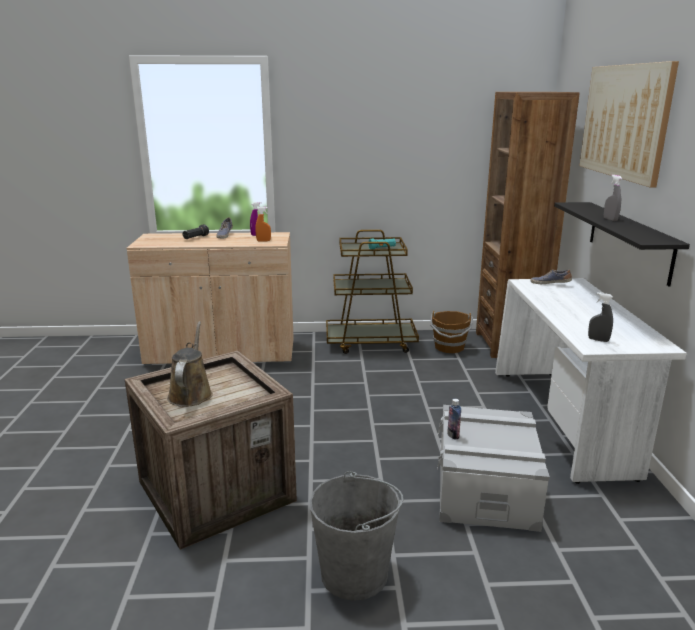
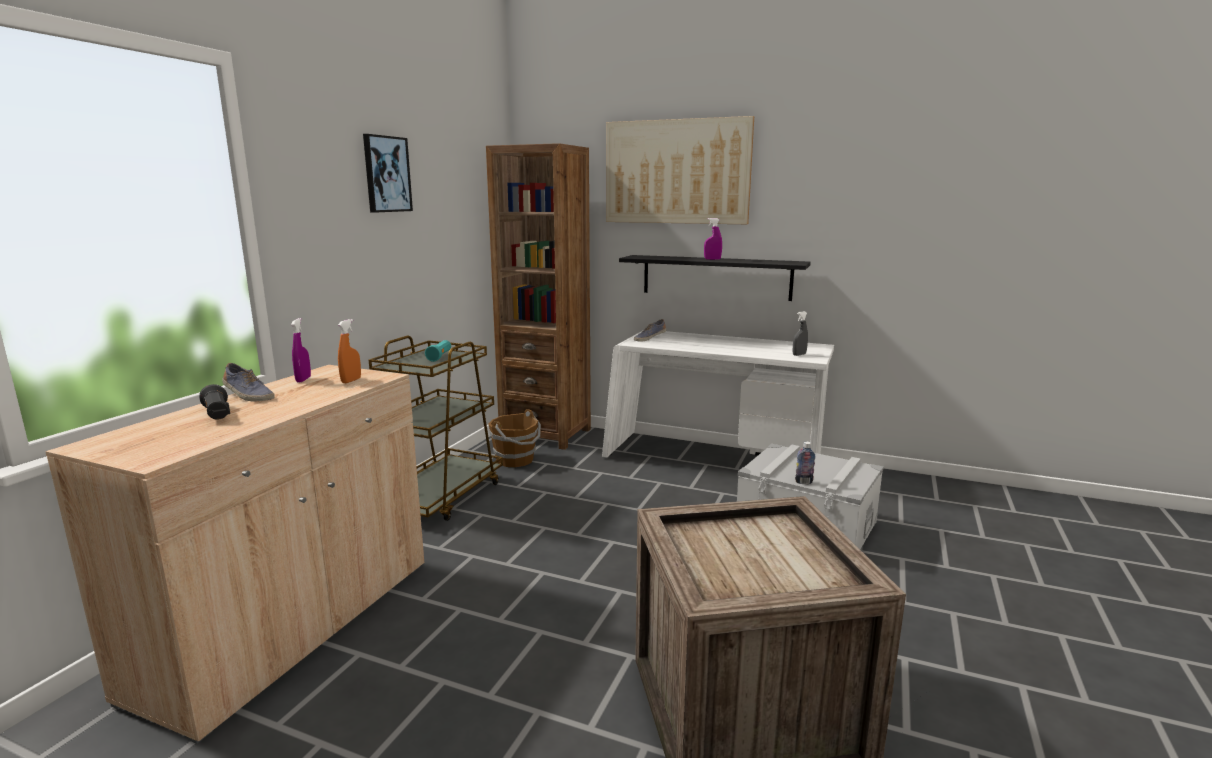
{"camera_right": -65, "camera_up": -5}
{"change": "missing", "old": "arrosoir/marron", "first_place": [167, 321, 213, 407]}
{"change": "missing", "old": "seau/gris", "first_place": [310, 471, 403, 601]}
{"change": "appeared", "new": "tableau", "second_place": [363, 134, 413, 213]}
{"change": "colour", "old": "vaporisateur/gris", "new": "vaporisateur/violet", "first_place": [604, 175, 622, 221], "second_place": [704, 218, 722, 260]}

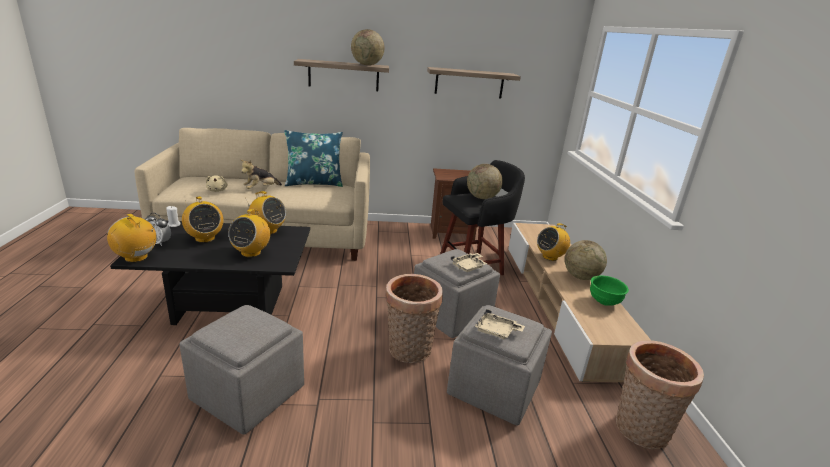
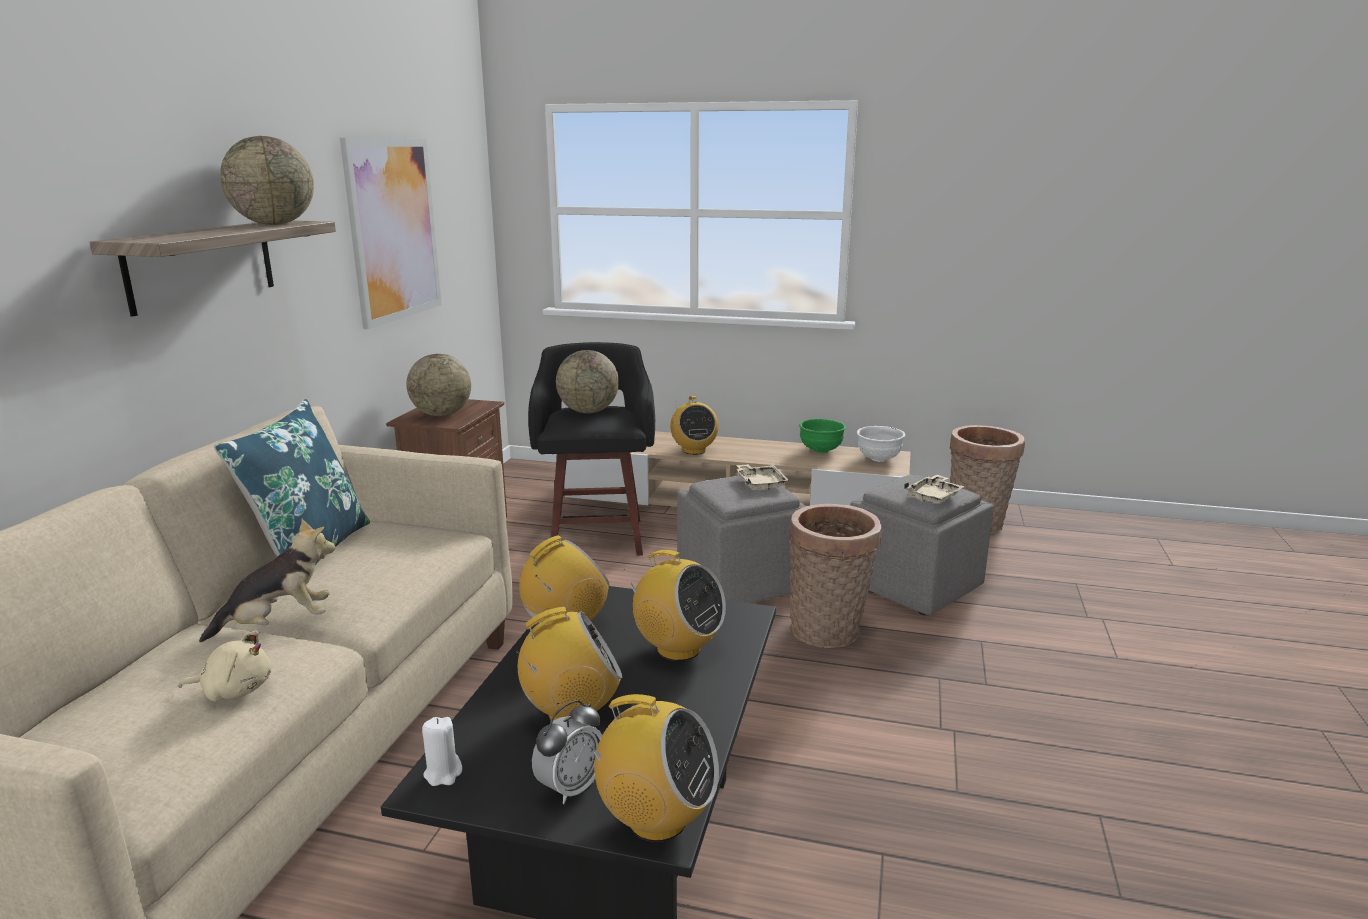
{"camera_right": -70, "camera_up": -5}
{"change": "missing", "old": "pouf/gris", "first_place": [179, 305, 304, 435]}
{"change": "appeared", "new": "bol/blanc", "second_place": [857, 426, 905, 462]}
{"change": "relocated", "old": "globe", "first_place": [565, 240, 607, 280], "second_place": [406, 354, 471, 416]}
{"change": "exchanged", "old": "étagère", "new": "tableau", "first_place": [427, 67, 521, 98], "second_place": [340, 138, 442, 329]}
{"change": "spun", "old": "radio", "first_place": [107, 214, 157, 262], "second_place": [580, 694, 719, 842], "degrees": -120}
{"change": "spun", "old": "peluche", "first_place": [241, 160, 282, 189], "second_place": [199, 519, 335, 642], "degrees": -90}

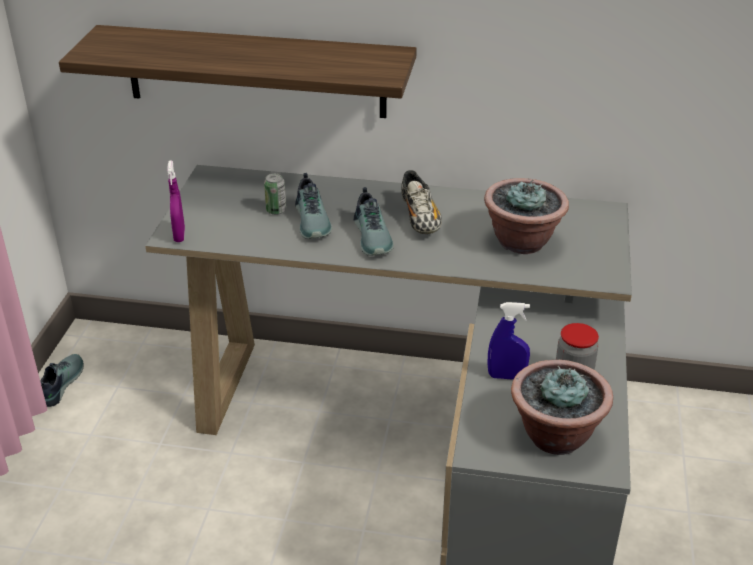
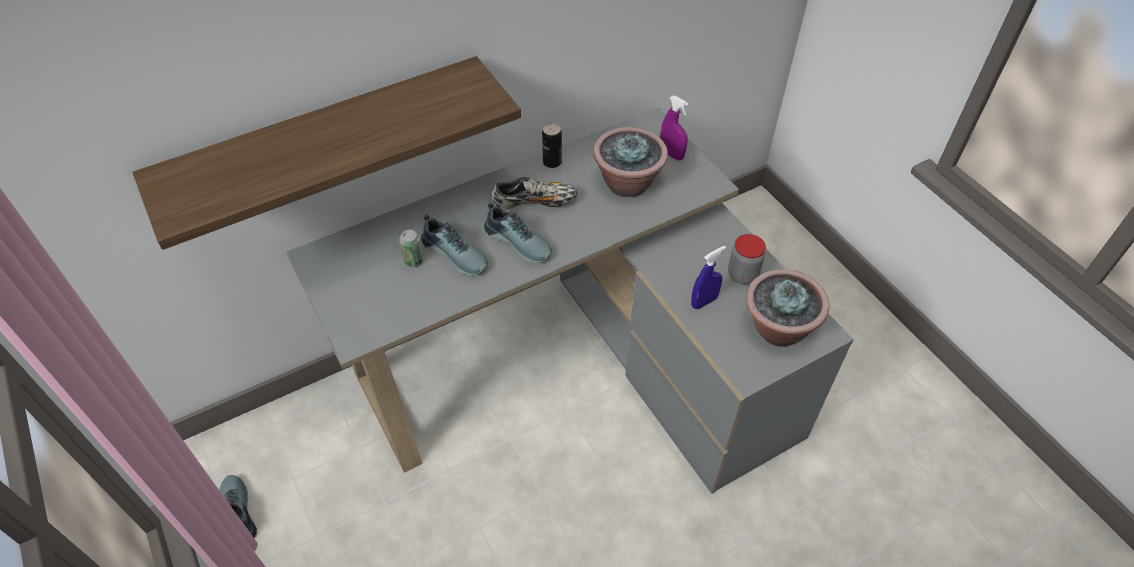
{"camera_right": -40, "camera_up": 15}
{"change": "appeared", "new": "boîte métallique", "second_place": [542, 123, 562, 168]}
{"change": "relocated", "old": "vaporisateur/violet", "first_place": [167, 161, 185, 242], "second_place": [660, 96, 690, 160]}
{"change": "spun", "old": "chaussure", "first_place": [401, 170, 442, 234], "second_place": [492, 177, 577, 210], "degrees": -45}

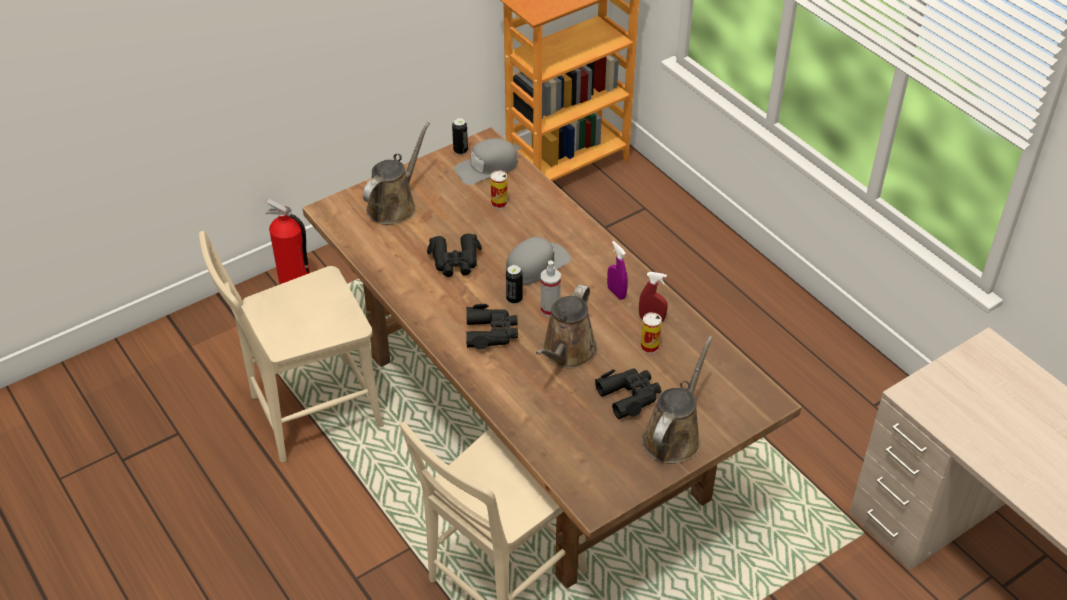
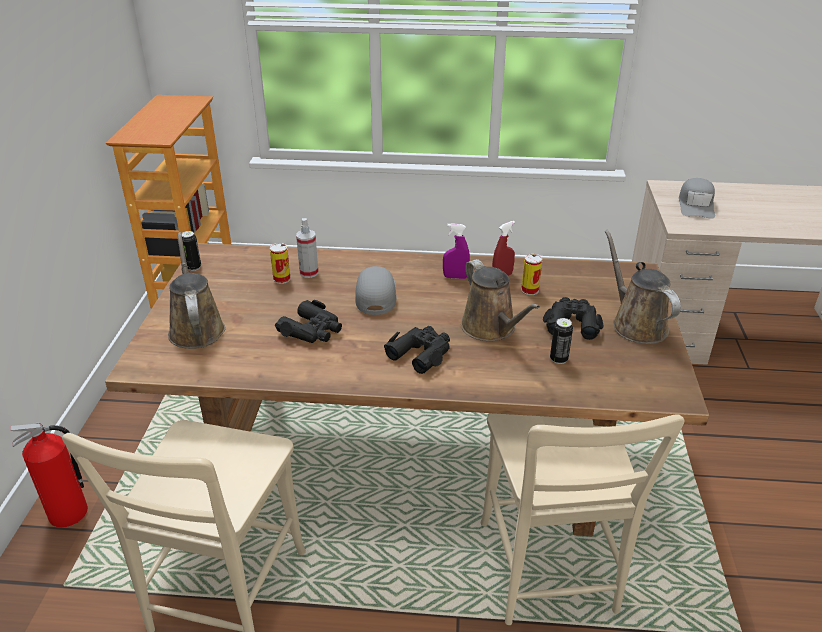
{"camera_right": -50, "camera_up": -10}
{"change": "relocated", "old": "casquette/gris", "first_place": [454, 138, 518, 185], "second_place": [679, 178, 715, 219]}
{"change": "relocated", "old": "boîte métallique", "first_place": [506, 265, 523, 304], "second_place": [550, 318, 573, 364]}
{"change": "relocated", "old": "vaporisateur", "first_place": [541, 260, 561, 317], "second_place": [296, 218, 319, 278]}

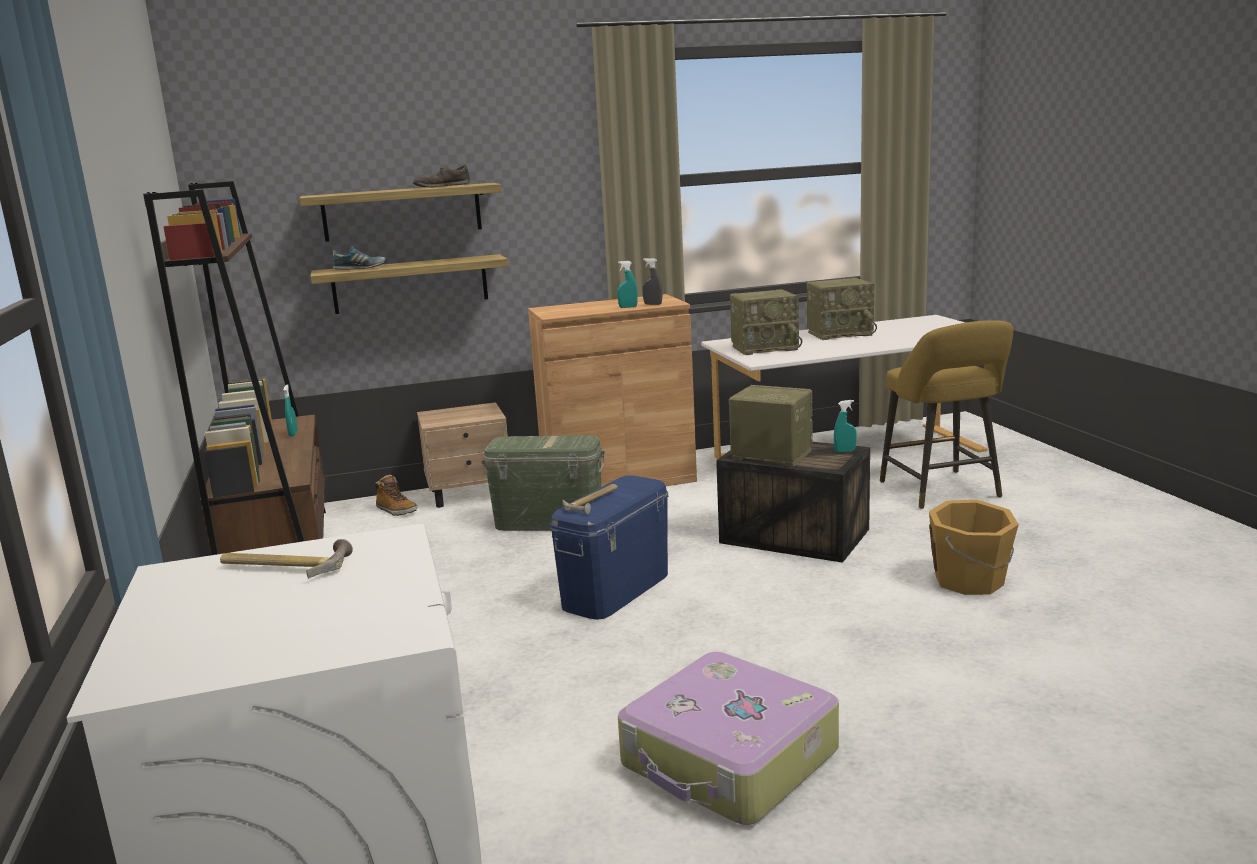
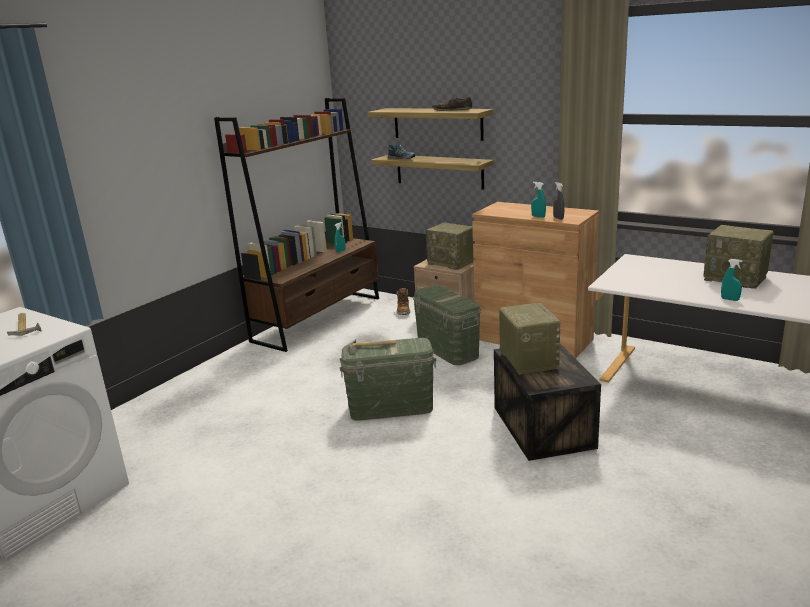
{"camera_right": 50, "camera_up": 5}
{"change": "missing", "old": "valise", "first_place": [618, 652, 839, 825]}
{"change": "missing", "old": "tabouret/jaune", "first_place": [880, 320, 1013, 509]}
{"change": "missing", "old": "seau/orange", "first_place": [929, 500, 1019, 595]}
{"change": "relocated", "old": "radio", "first_place": [730, 289, 802, 355], "second_place": [426, 222, 475, 270]}
{"change": "relocated", "old": "vaporisateur/turquoise", "first_place": [834, 400, 857, 453], "second_place": [721, 259, 743, 301]}
{"change": "colour", "old": "boîte de rangement/bleu", "new": "boîte de rangement/vert", "first_place": [550, 475, 668, 620], "second_place": [340, 338, 436, 420]}

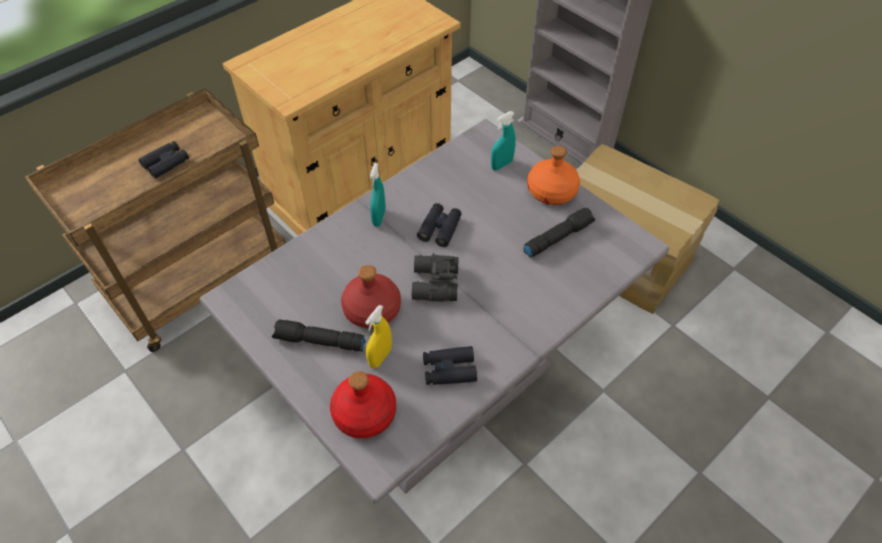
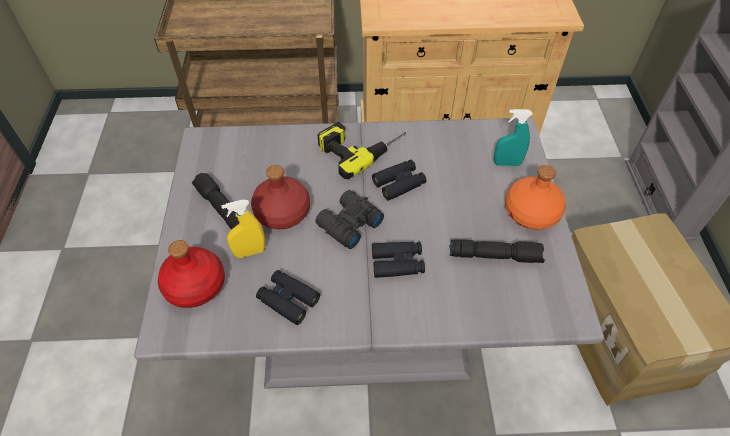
{"camera_right": 40, "camera_up": 0}
{"change": "relocated", "old": "jumelles/noir", "first_place": [139, 141, 189, 179], "second_place": [372, 242, 425, 278]}
{"change": "exchanged", "old": "vaporisateur/turquoise", "new": "perceuse", "first_place": [370, 163, 385, 227], "second_place": [317, 122, 406, 179]}

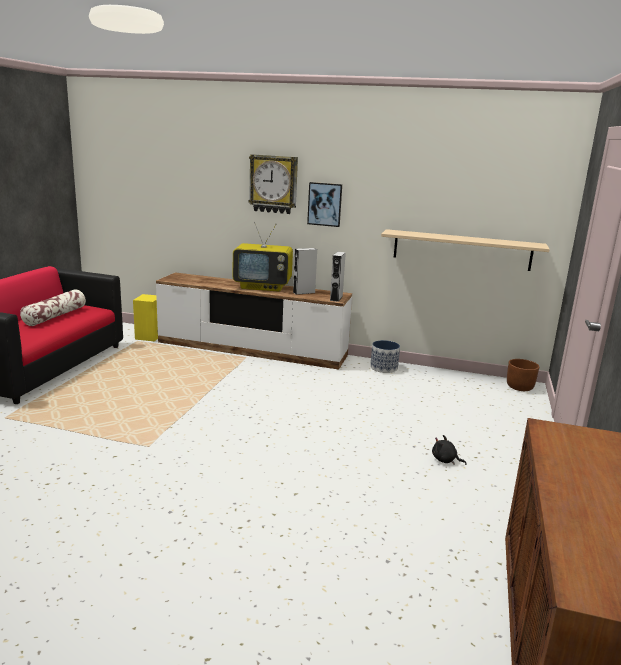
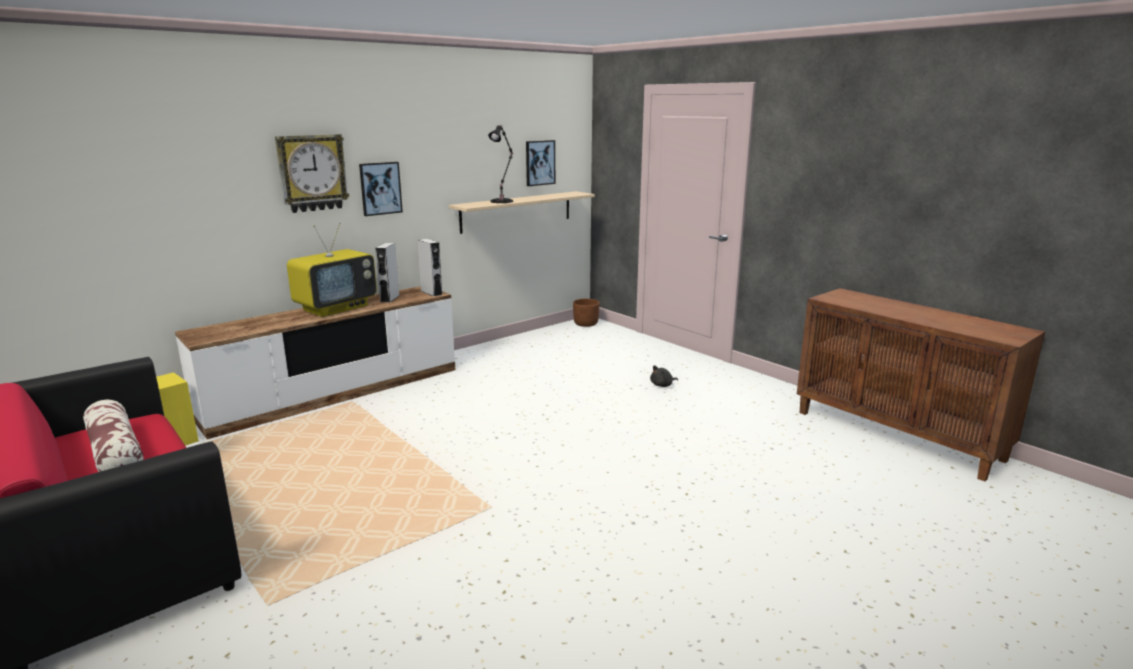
{"camera_right": -55, "camera_up": 0}
{"change": "missing", "old": "cache-pot", "first_place": [370, 340, 400, 373]}
{"change": "appeared", "new": "lampe de table/noir", "second_place": [488, 125, 513, 203]}
{"change": "appeared", "new": "tableau", "second_place": [526, 140, 555, 186]}

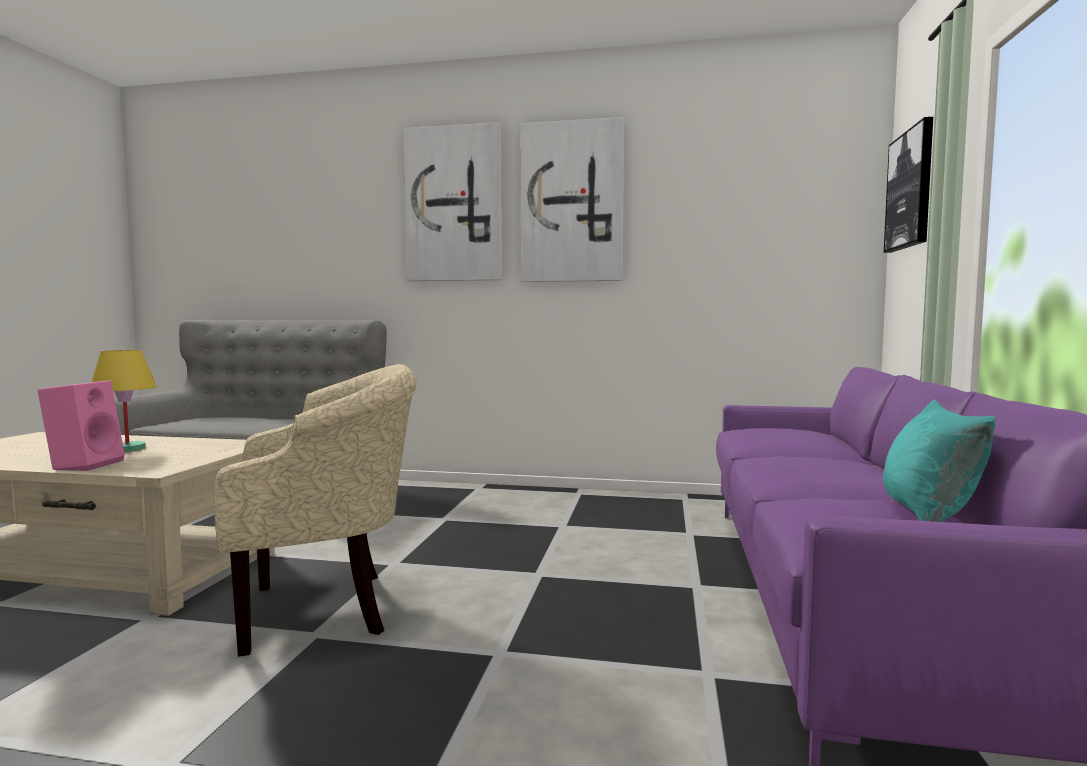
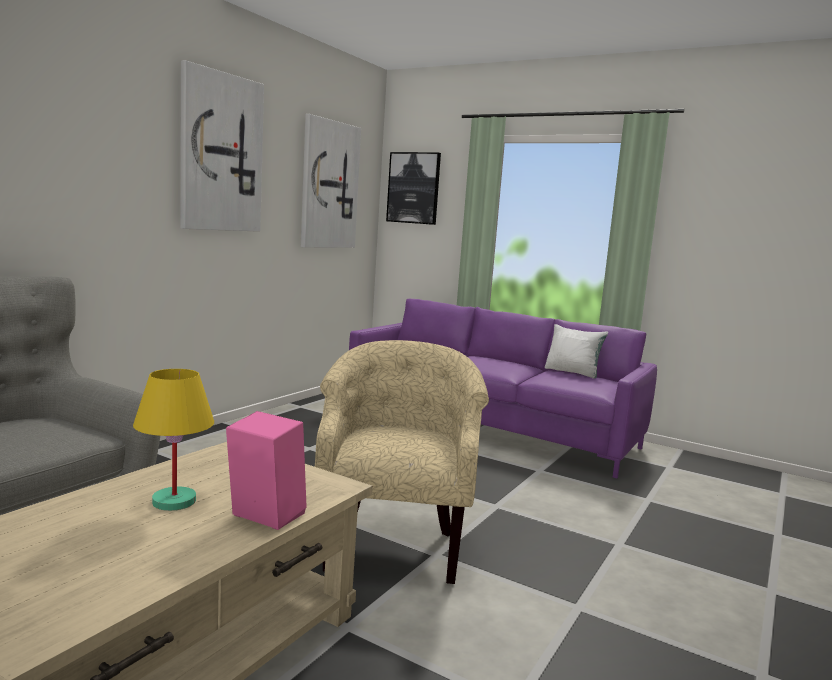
{"camera_right": -70, "camera_up": 5}
{"change": "relocated", "old": "tableau", "first_place": [404, 122, 502, 281], "second_place": [301, 114, 361, 248]}
{"change": "colour", "old": "coussin/turquoise", "new": "coussin/blanc", "first_place": [883, 400, 996, 522], "second_place": [545, 324, 608, 379]}

